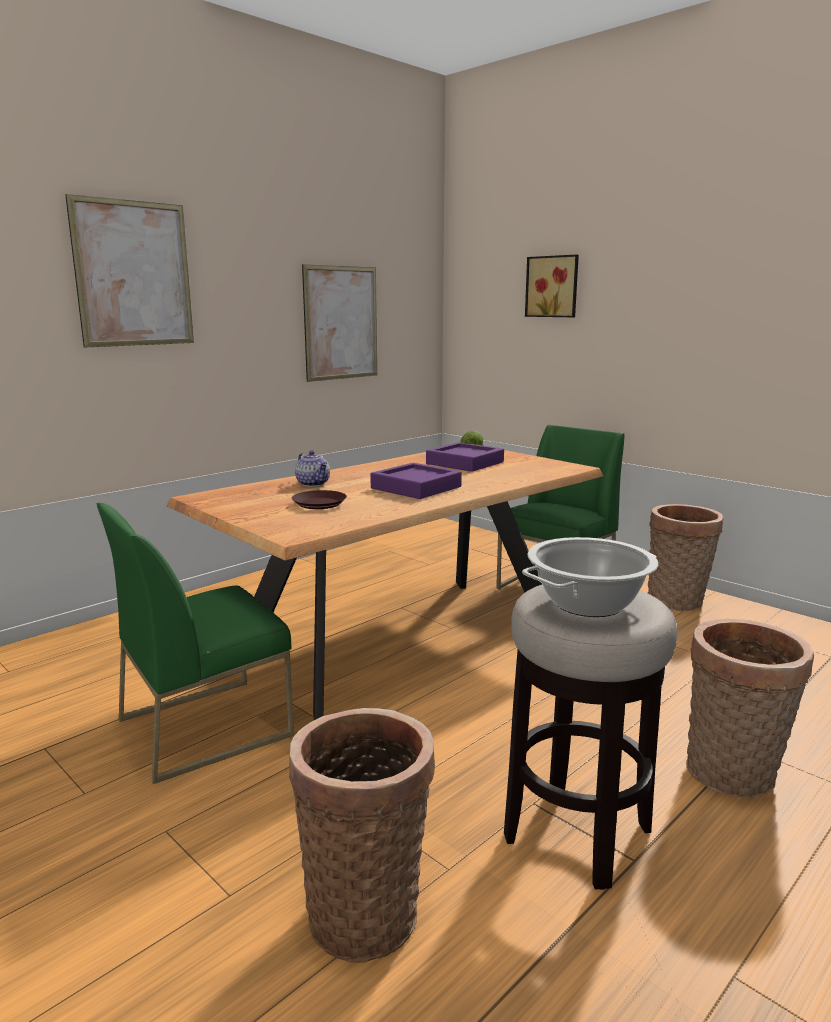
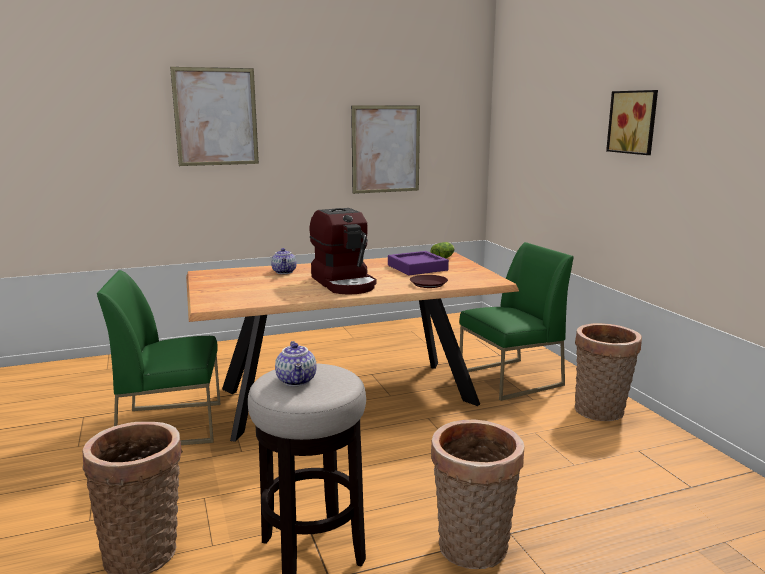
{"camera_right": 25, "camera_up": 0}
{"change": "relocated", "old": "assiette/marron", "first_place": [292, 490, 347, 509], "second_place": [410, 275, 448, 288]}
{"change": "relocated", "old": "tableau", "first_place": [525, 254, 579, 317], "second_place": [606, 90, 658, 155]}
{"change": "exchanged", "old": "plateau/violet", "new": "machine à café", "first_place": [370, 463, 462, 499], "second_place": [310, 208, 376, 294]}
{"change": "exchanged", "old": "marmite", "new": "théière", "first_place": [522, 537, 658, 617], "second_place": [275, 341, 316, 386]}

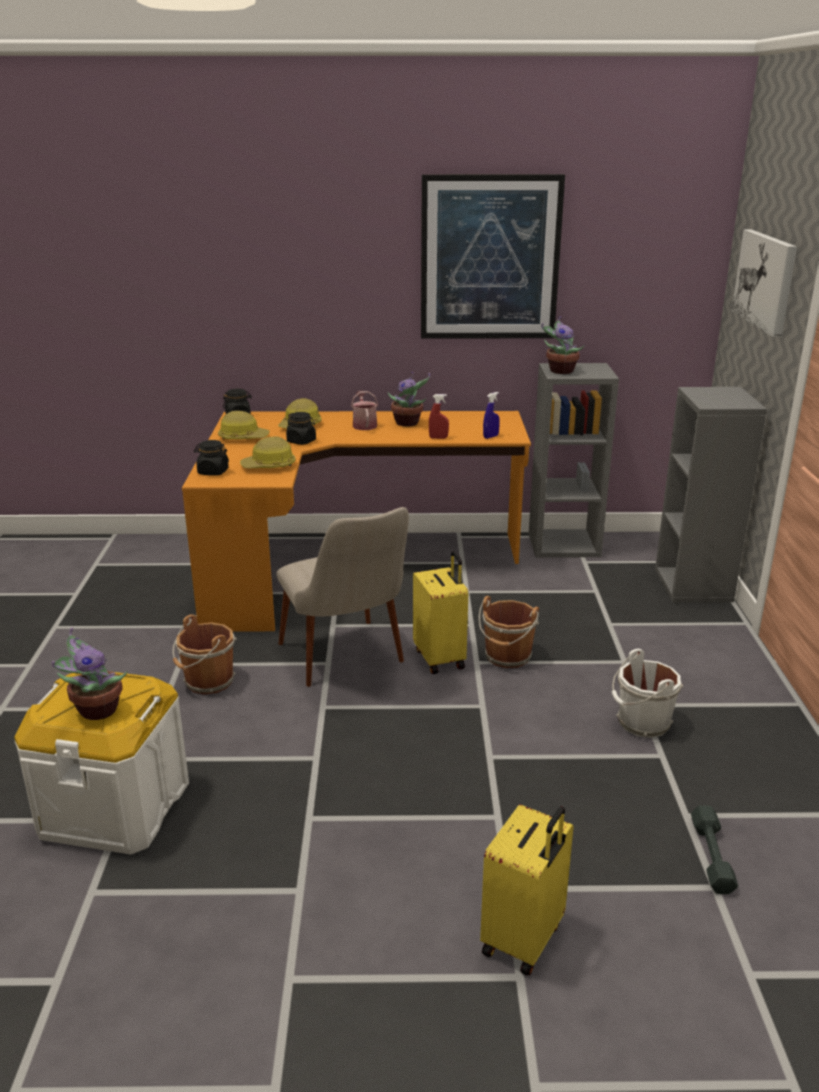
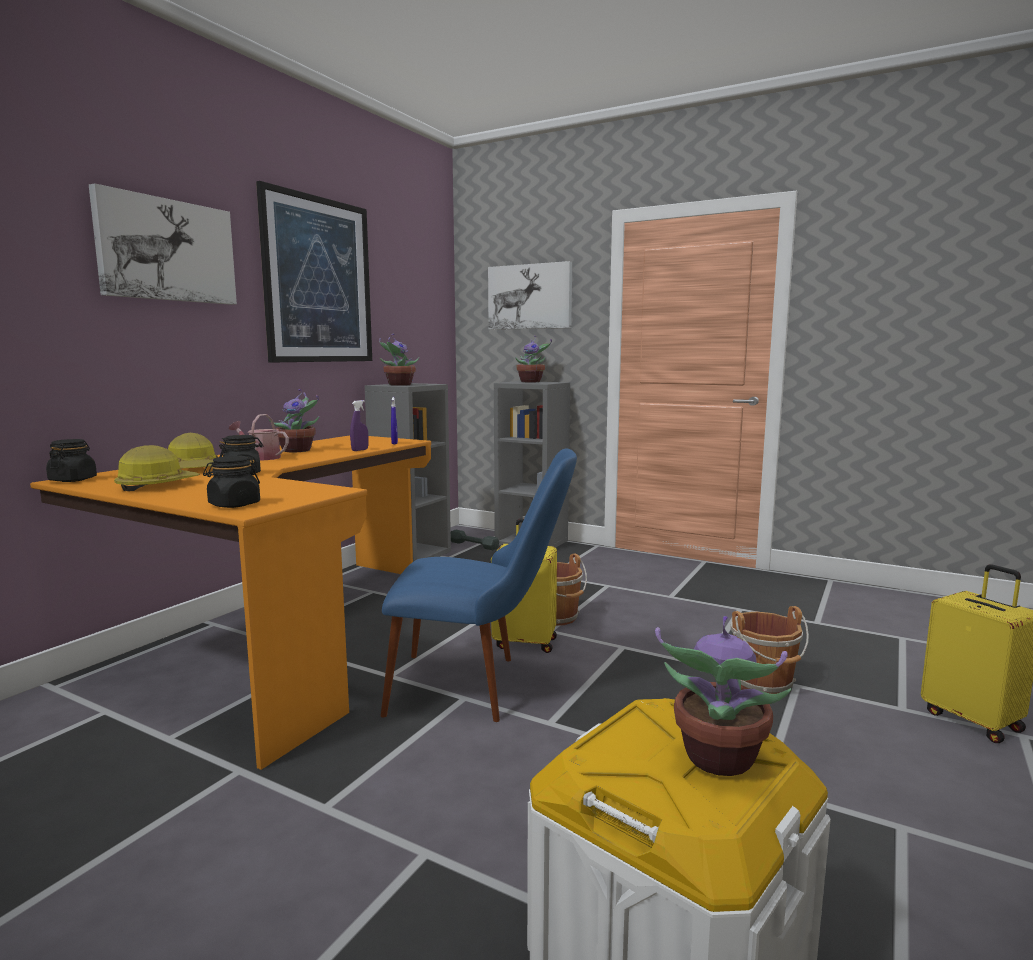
{"camera_right": -60, "camera_up": -15}
{"change": "missing", "old": "casque de chantier", "first_place": [240, 436, 296, 468]}
{"change": "missing", "old": "seau/blanc", "first_place": [612, 649, 683, 738]}
{"change": "appeared", "new": "tableau", "second_place": [89, 183, 237, 305]}
{"change": "appeared", "new": "plante en pot", "second_place": [515, 336, 552, 382]}
{"change": "relocated", "old": "seau/marron", "first_place": [172, 614, 237, 695], "second_place": [731, 606, 809, 694]}
{"change": "relocated", "old": "haltère/gris", "first_place": [691, 805, 738, 894], "second_place": [451, 530, 499, 550]}
{"change": "colour", "old": "chaise/beige", "new": "chaise/bleu", "first_place": [277, 507, 409, 687], "second_place": [381, 448, 577, 722]}
{"change": "colour", "old": "vaporisateur/rouge", "new": "vaporisateur/violet", "first_place": [429, 394, 449, 439], "second_place": [350, 400, 369, 451]}

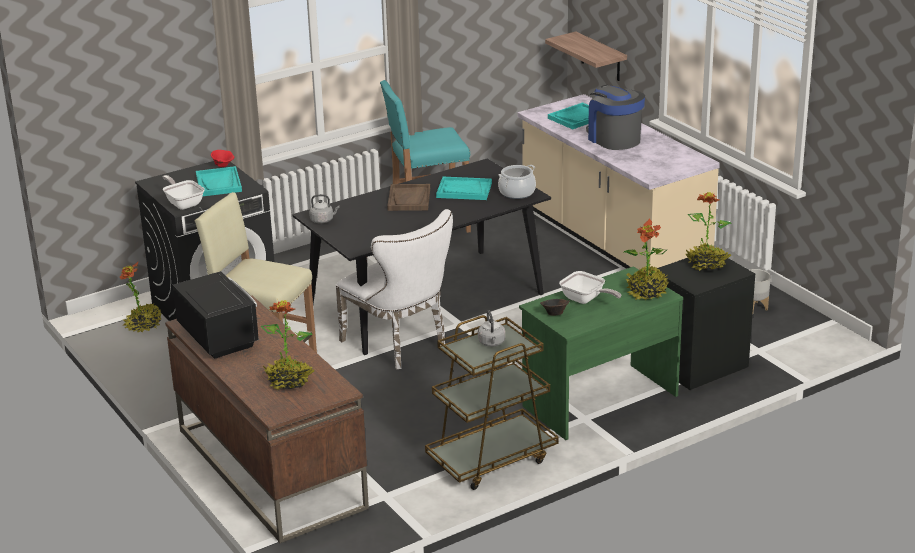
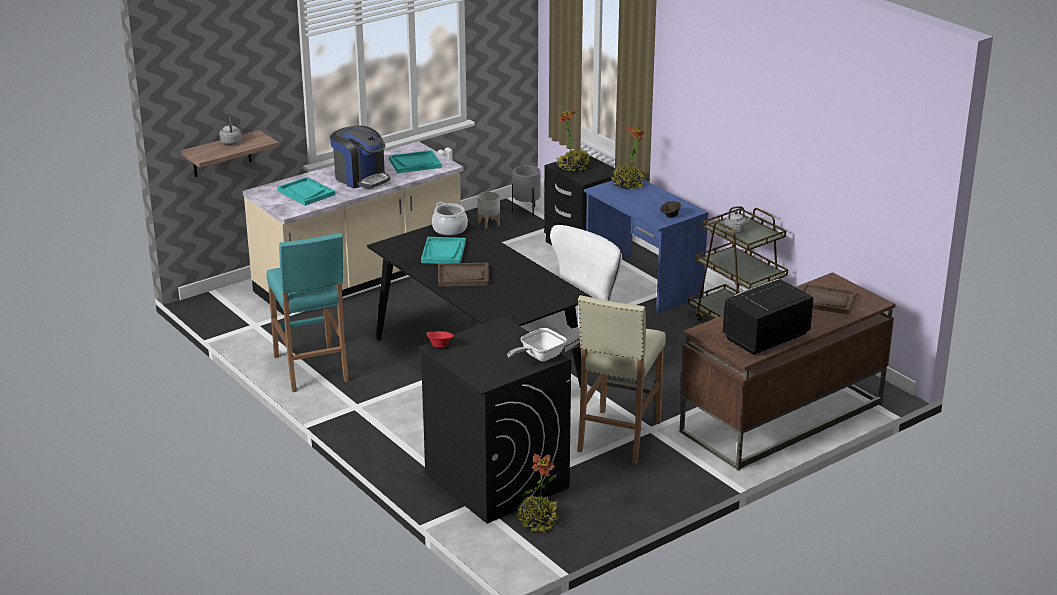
{"camera_right": -95, "camera_up": 0}
{"change": "missing", "old": "poêle", "first_place": [559, 271, 621, 304]}
{"change": "appeared", "new": "cache-pot/gris", "second_place": [512, 165, 541, 217]}
{"change": "relocated", "old": "plateau/turquoise", "first_place": [196, 166, 242, 197], "second_place": [389, 150, 442, 173]}
{"change": "relocated", "old": "bouilloire/gris", "first_place": [309, 194, 340, 223], "second_place": [219, 117, 242, 145]}
{"change": "exchanged", "old": "plante en pot", "new": "plateau/marron", "first_place": [261, 300, 314, 390], "second_place": [802, 283, 857, 315]}
{"change": "colour", "old": "bureau/vert", "new": "bureau/bleu", "first_place": [519, 266, 683, 440], "second_place": [584, 180, 709, 313]}
{"change": "spun", "old": "machine à café", "first_place": [586, 85, 645, 150], "second_place": [330, 126, 390, 189], "degrees": -105}

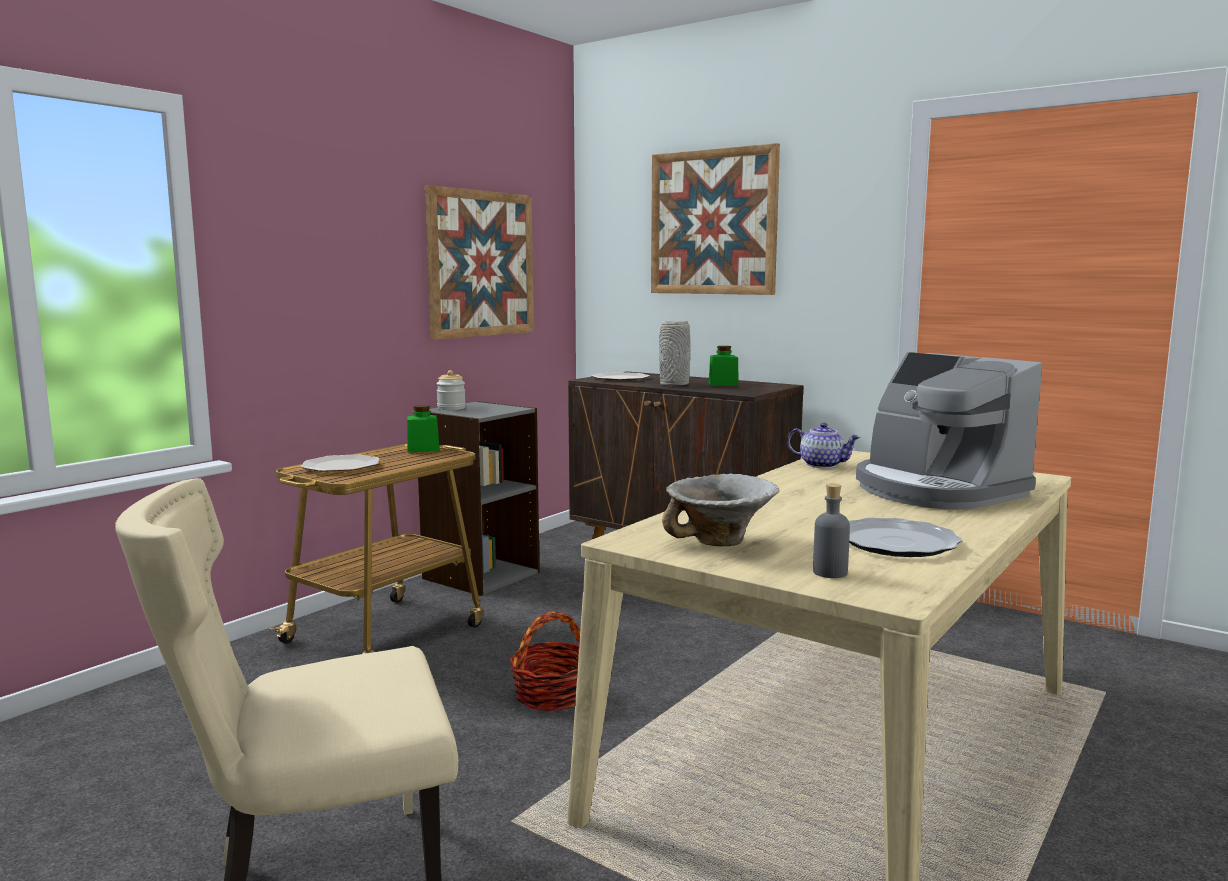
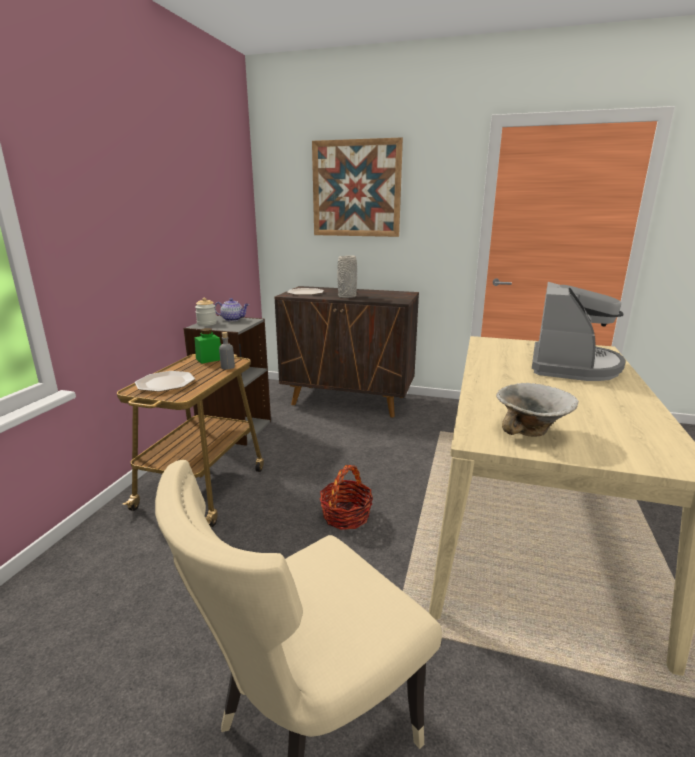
{"camera_right": -20, "camera_up": 10}
{"change": "missing", "old": "tableau", "first_place": [425, 185, 534, 340]}
{"change": "missing", "old": "bocal/vert", "first_place": [709, 346, 739, 386]}
{"change": "missing", "old": "assiette", "first_place": [849, 518, 963, 557]}
{"change": "relocated", "old": "théière", "first_place": [787, 423, 861, 468], "second_place": [215, 298, 249, 321]}
{"change": "relocated", "old": "bouteille/gris", "first_place": [813, 484, 850, 578], "second_place": [219, 332, 235, 370]}
{"change": "spun", "old": "machine à café", "first_place": [856, 352, 1042, 510], "second_place": [532, 282, 626, 381], "degrees": -105}

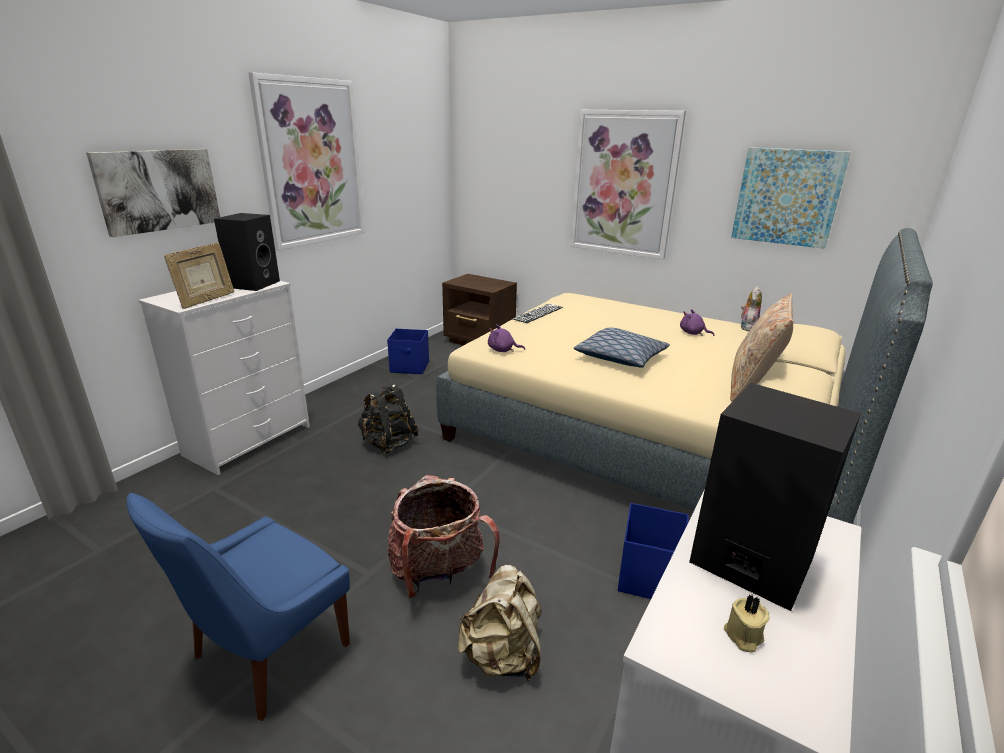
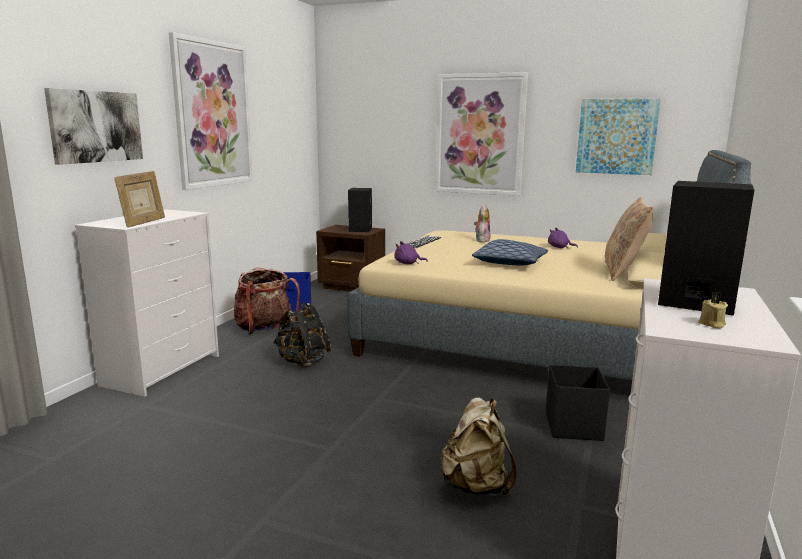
{"camera_right": -10, "camera_up": -10}
{"change": "missing", "old": "chaise/bleu", "first_place": [126, 493, 350, 721]}
{"change": "relocated", "old": "enceinte/noir", "first_place": [214, 213, 280, 291], "second_place": [348, 188, 372, 232]}
{"change": "relocated", "old": "sac à dos", "first_place": [387, 475, 500, 599], "second_place": [234, 268, 300, 335]}
{"change": "relocated", "old": "peluche", "first_place": [741, 286, 762, 331], "second_place": [474, 204, 490, 242]}
{"change": "colour", "old": "boîte de rangement/bleu", "new": "boîte de rangement/noir", "first_place": [618, 503, 689, 599], "second_place": [546, 365, 610, 441]}

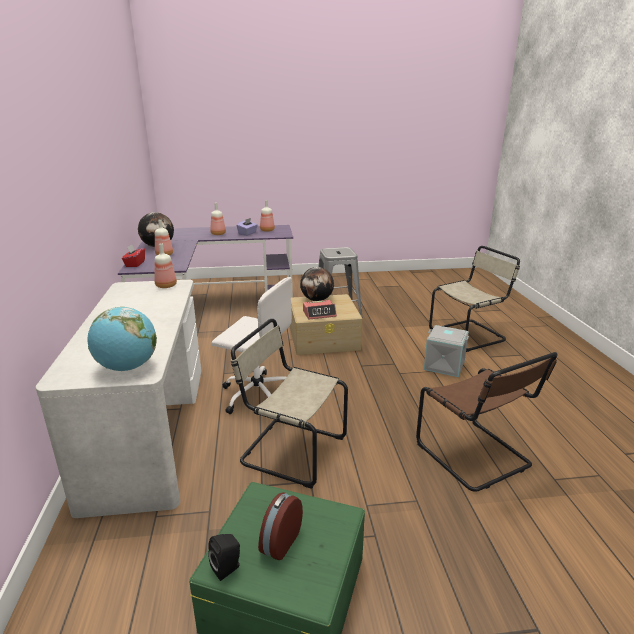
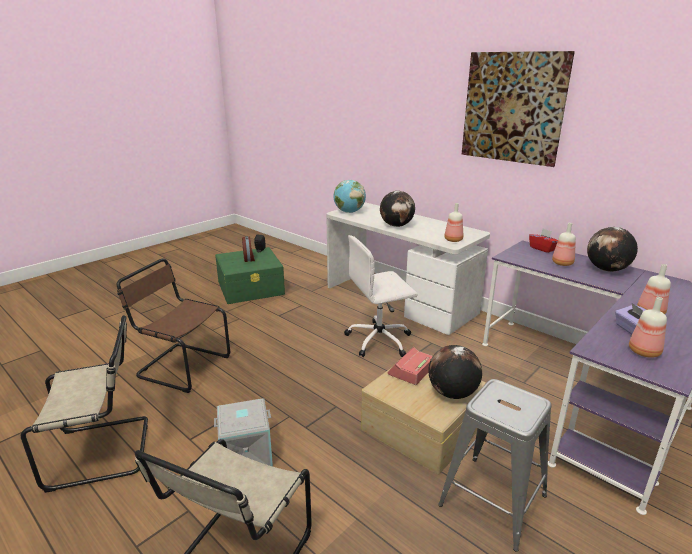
{"camera_right": 140, "camera_up": 0}
{"change": "appeared", "new": "globe", "second_place": [380, 191, 415, 227]}
{"change": "appeared", "new": "tableau", "second_place": [462, 51, 575, 167]}
{"change": "relocated", "old": "chaise/beige", "first_place": [231, 319, 348, 489], "second_place": [21, 315, 148, 493]}

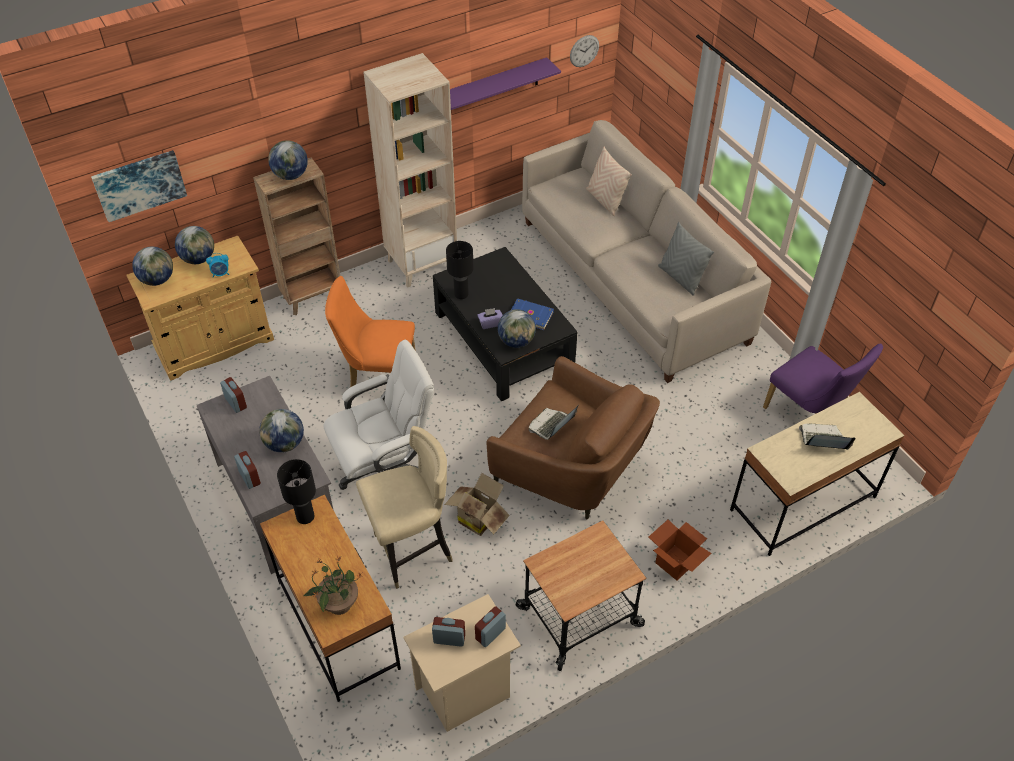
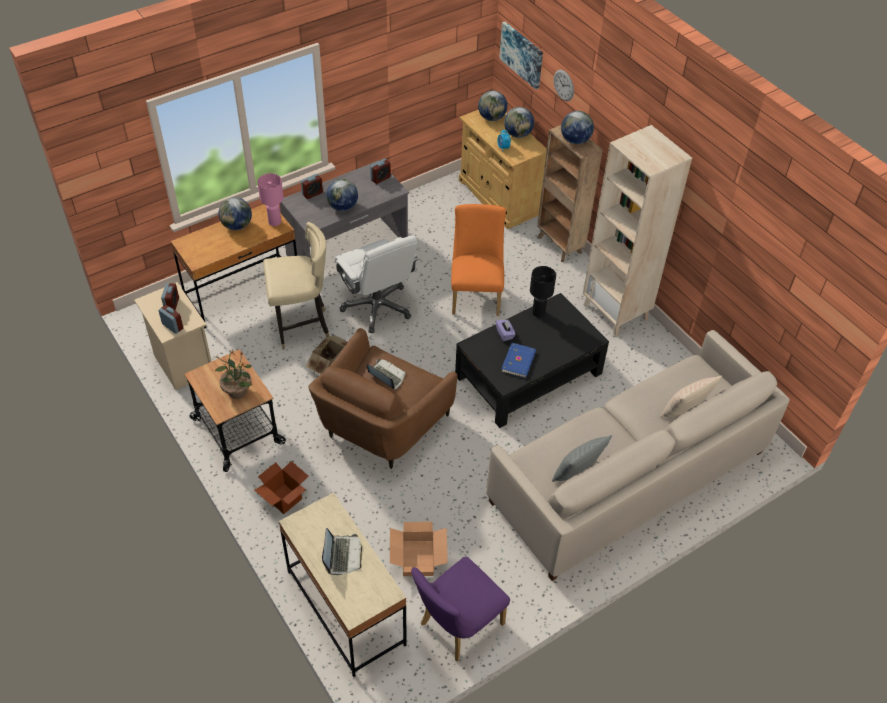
{"camera_right": 85, "camera_up": 0}
{"change": "missing", "old": "étagère/violet", "first_place": [450, 57, 561, 110]}
{"change": "appeared", "new": "carton", "second_place": [390, 522, 448, 576]}
{"change": "relocated", "old": "plante en pot", "first_place": [304, 556, 362, 615], "second_place": [214, 350, 253, 399]}
{"change": "relocated", "old": "globe", "first_place": [498, 309, 536, 348], "second_place": [218, 197, 252, 230]}
{"change": "relocated", "old": "horloge murale", "first_place": [570, 35, 599, 67], "second_place": [554, 69, 574, 101]}
{"change": "colour", "old": "lampe de table/noir", "new": "lampe de table/rose", "first_place": [277, 459, 316, 524], "second_place": [257, 173, 284, 226]}
{"change": "spun", "old": "chaise/beige", "first_place": [356, 426, 453, 589], "second_place": [263, 222, 330, 350], "degrees": -75}

